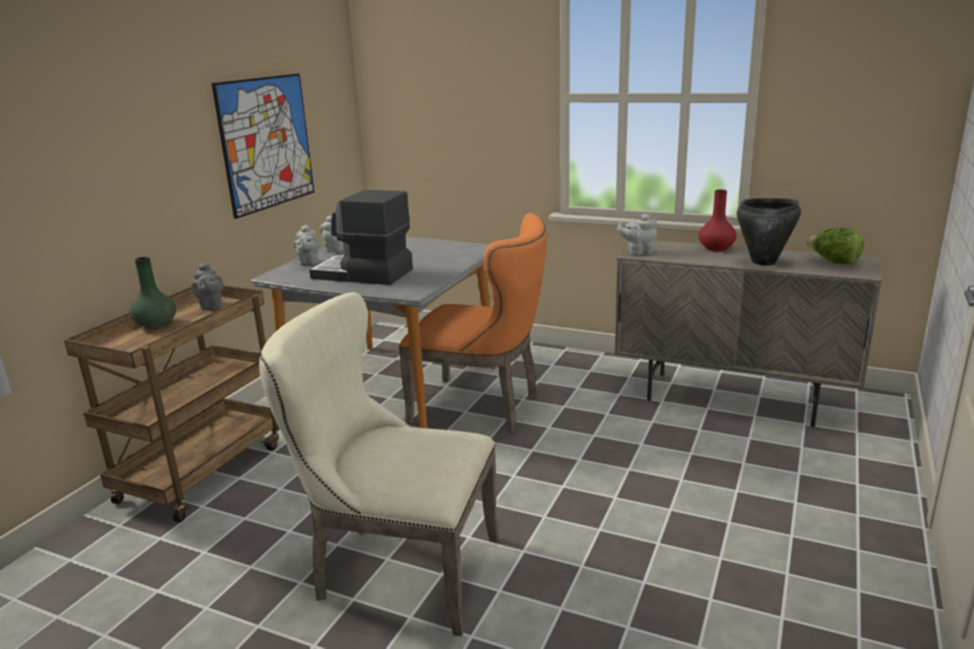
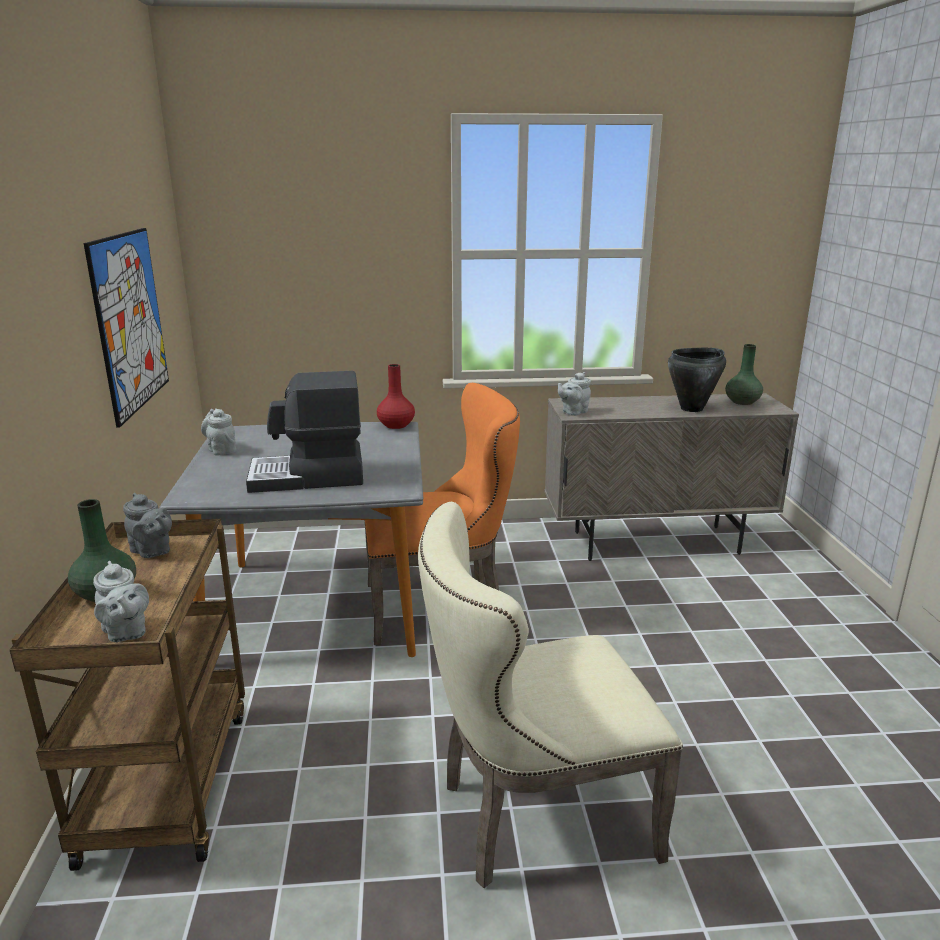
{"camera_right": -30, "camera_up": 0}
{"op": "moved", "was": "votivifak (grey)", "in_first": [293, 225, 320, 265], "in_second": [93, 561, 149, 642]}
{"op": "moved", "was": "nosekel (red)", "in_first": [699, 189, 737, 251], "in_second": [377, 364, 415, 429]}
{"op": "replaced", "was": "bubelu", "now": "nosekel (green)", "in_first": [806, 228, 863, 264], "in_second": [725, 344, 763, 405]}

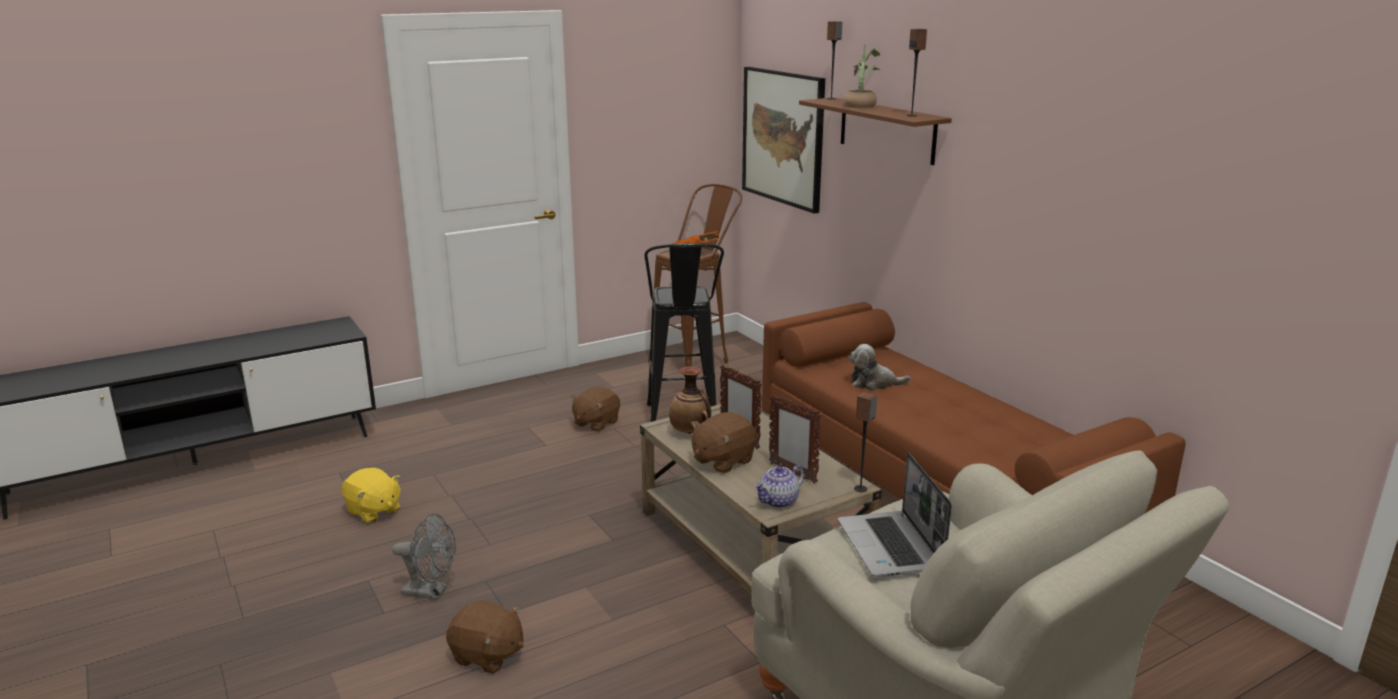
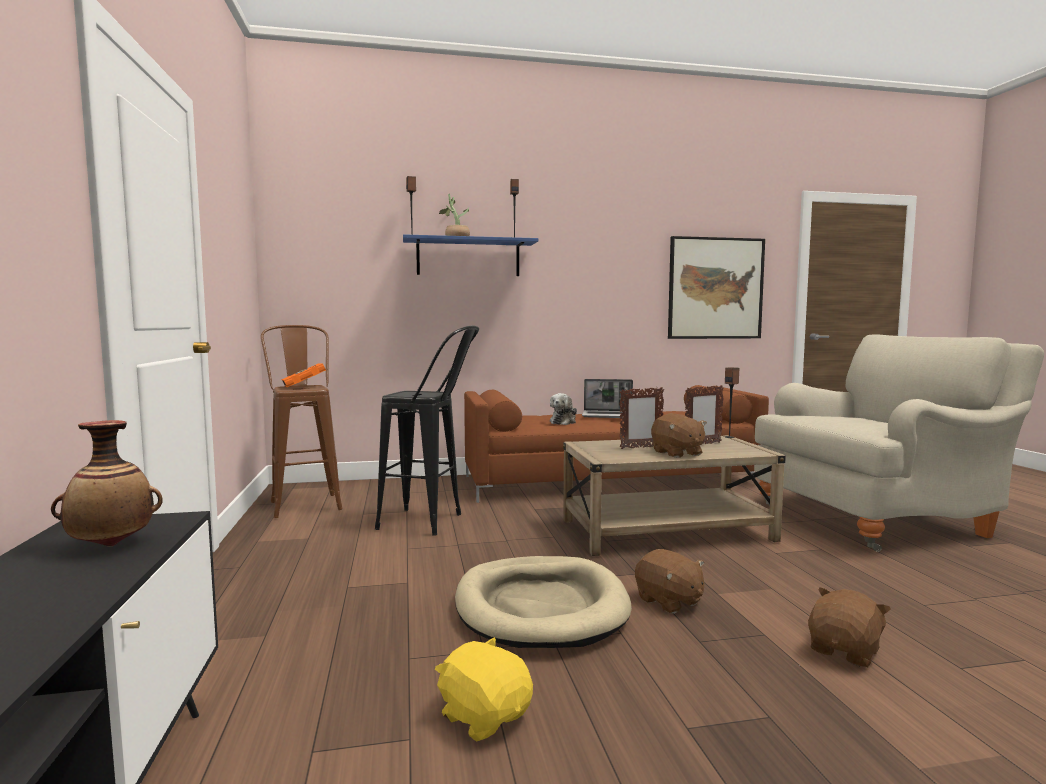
{"camera_right": -70, "camera_up": -15}
{"op": "moved", "was": "nosekel", "in_first": [669, 367, 711, 434], "in_second": [51, 420, 163, 547]}
{"op": "recoloured", "was": "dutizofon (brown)", "now": "dutizofon (blue)", "in_first": [799, 97, 952, 165], "in_second": [403, 234, 539, 276]}
{"op": "turned", "was": "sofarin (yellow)", "in_first": [342, 468, 401, 523], "in_second": [435, 637, 533, 742], "clockwise": -105}
{"op": "added", "now": "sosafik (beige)", "in_second": [455, 556, 632, 648]}
{"op": "moved", "was": "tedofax", "in_first": [838, 453, 952, 577], "in_second": [582, 379, 633, 418]}
{"op": "moved", "was": "sofarin (brown)", "in_first": [571, 387, 620, 432], "in_second": [635, 549, 704, 614]}
{"op": "moved", "was": "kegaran", "in_first": [742, 67, 825, 214], "in_second": [668, 236, 765, 339]}
{"op": "removed", "was": "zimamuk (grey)", "in_first": [392, 513, 456, 600]}
{"op": "removed", "was": "votivifak", "in_first": [754, 465, 804, 508]}

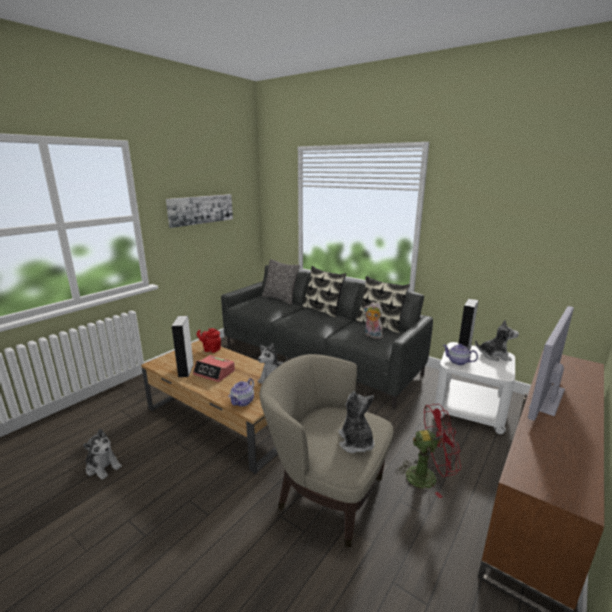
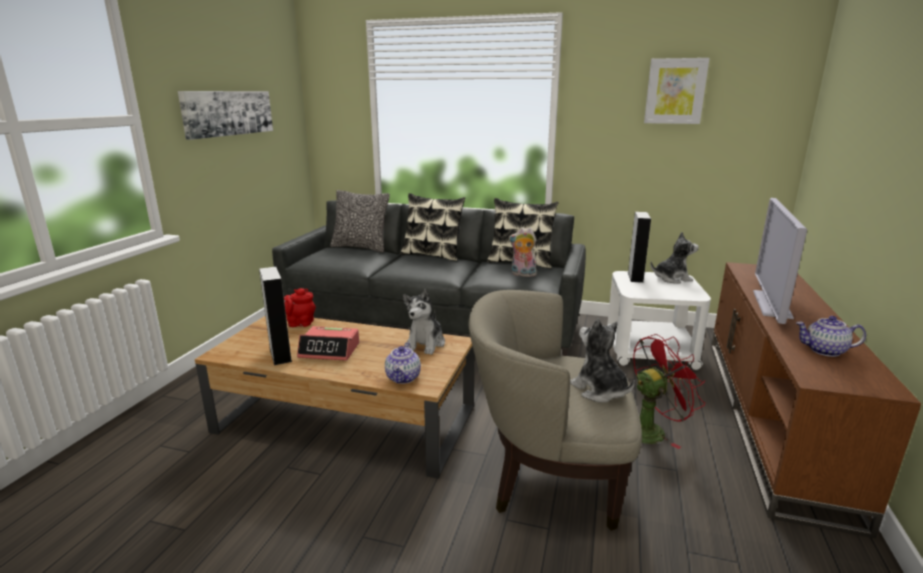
{"camera_right": -20, "camera_up": 0}
{"op": "added", "now": "kegaran", "in_second": [644, 58, 710, 124]}
{"op": "moved", "was": "votivifak", "in_first": [443, 344, 478, 365], "in_second": [796, 316, 866, 357]}
{"op": "removed", "was": "sofarin", "in_first": [83, 429, 122, 480]}

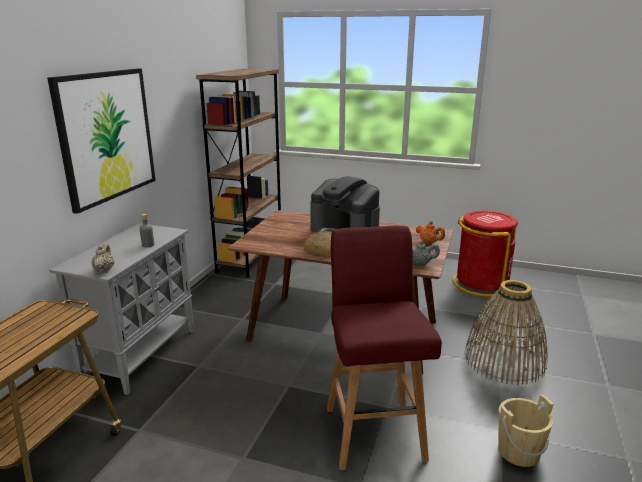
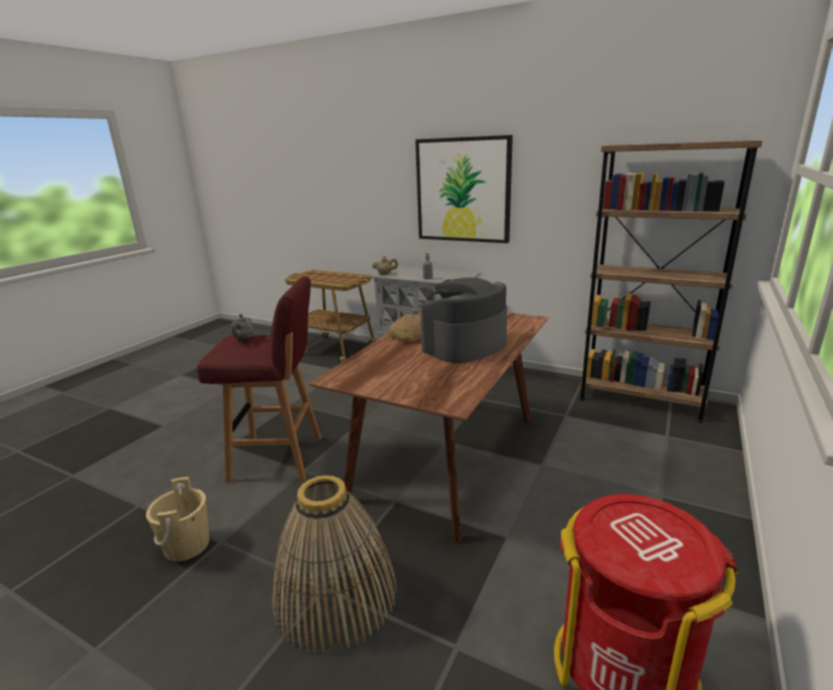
{"camera_right": 100, "camera_up": 0}
{"op": "moved", "was": "votivifak (grey)", "in_first": [412, 241, 440, 266], "in_second": [231, 314, 254, 340]}
{"op": "removed", "was": "votivifak (orange)", "in_first": [416, 221, 445, 244]}

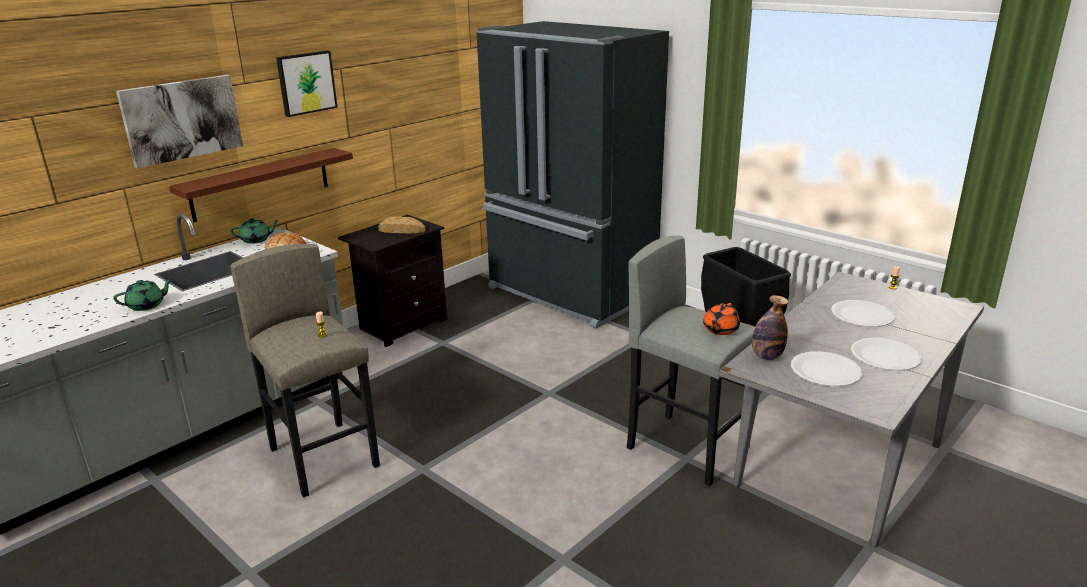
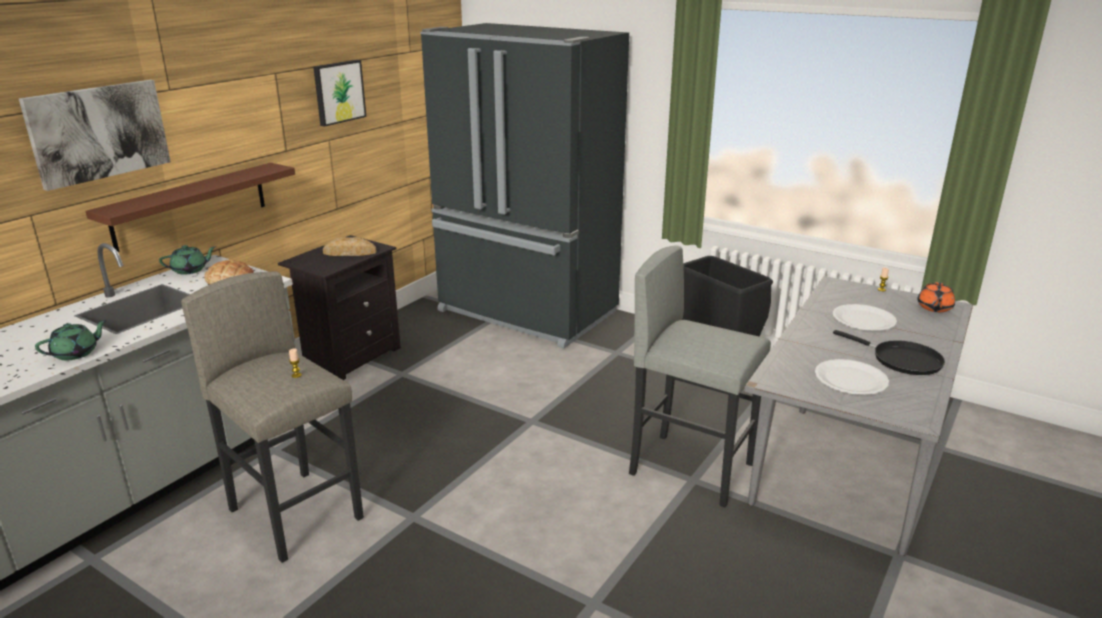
{"camera_right": -10, "camera_up": 0}
{"op": "moved", "was": "kegaran", "in_first": [276, 50, 338, 117], "in_second": [313, 60, 366, 127]}
{"op": "replaced", "was": "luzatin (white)", "now": "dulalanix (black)", "in_first": [851, 338, 922, 371], "in_second": [833, 330, 945, 375]}
{"op": "moved", "was": "votivifak (orange)", "in_first": [703, 303, 740, 335], "in_second": [917, 282, 955, 312]}
{"op": "removed", "was": "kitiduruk", "in_first": [752, 295, 788, 360]}

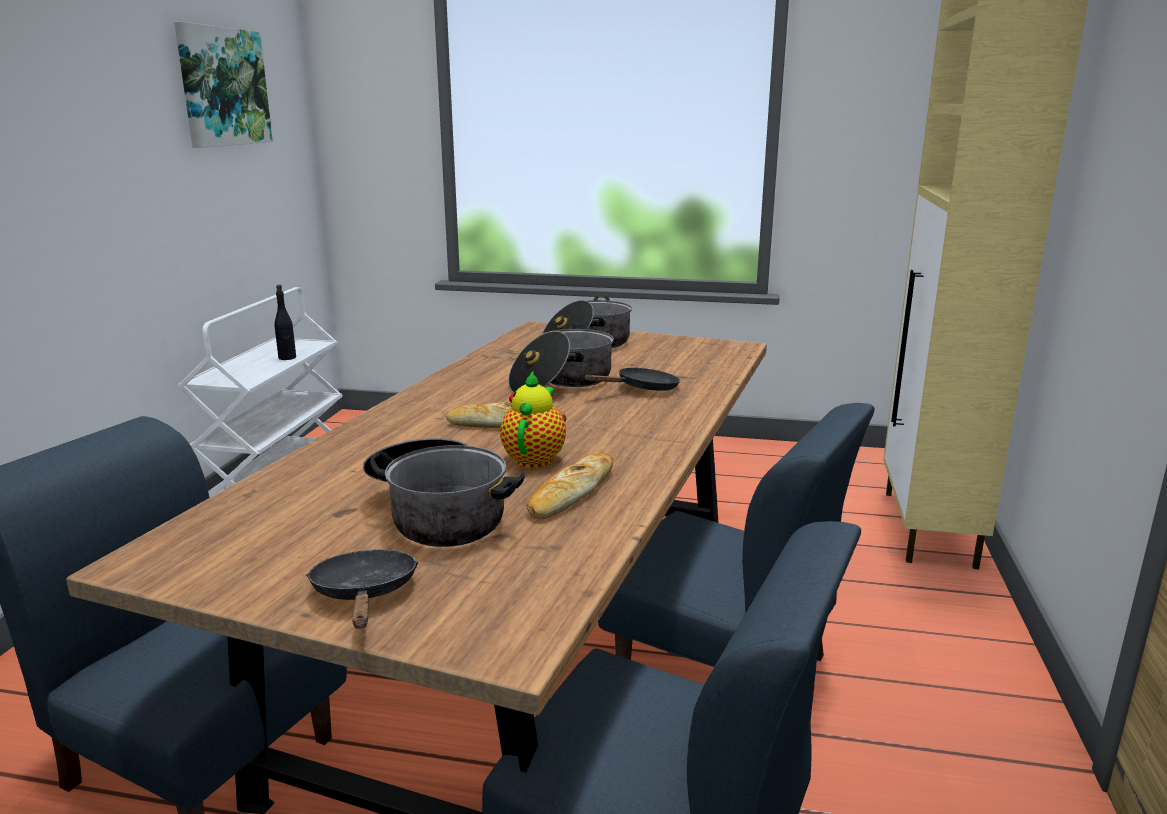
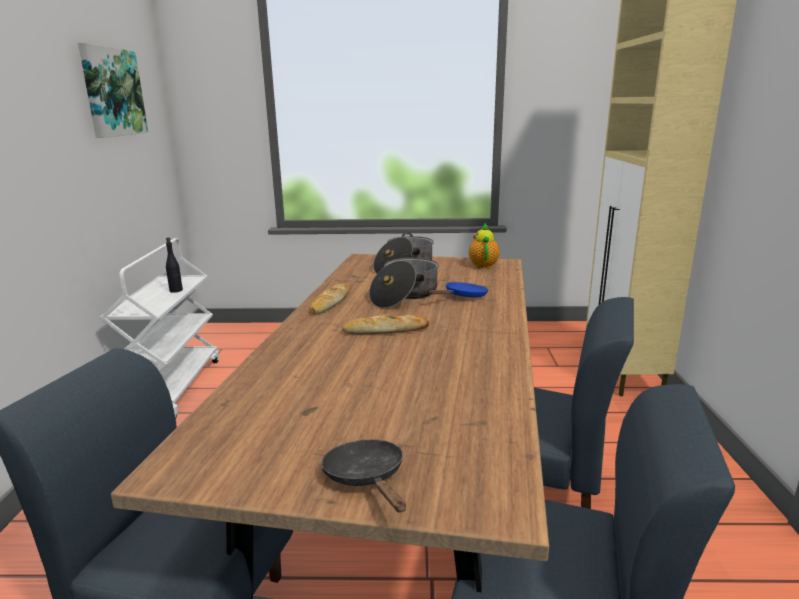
{"camera_right": -10, "camera_up": 0}
{"op": "moved", "was": "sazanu", "in_first": [526, 453, 613, 519], "in_second": [309, 283, 350, 314]}
{"op": "recoloured", "was": "dulalanix (black)", "now": "dulalanix (blue)", "in_first": [584, 367, 680, 391], "in_second": [429, 282, 488, 298]}
{"op": "moved", "was": "votivifak", "in_first": [500, 371, 566, 469], "in_second": [469, 223, 500, 269]}
{"op": "removed", "was": "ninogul", "in_first": [363, 438, 525, 547]}

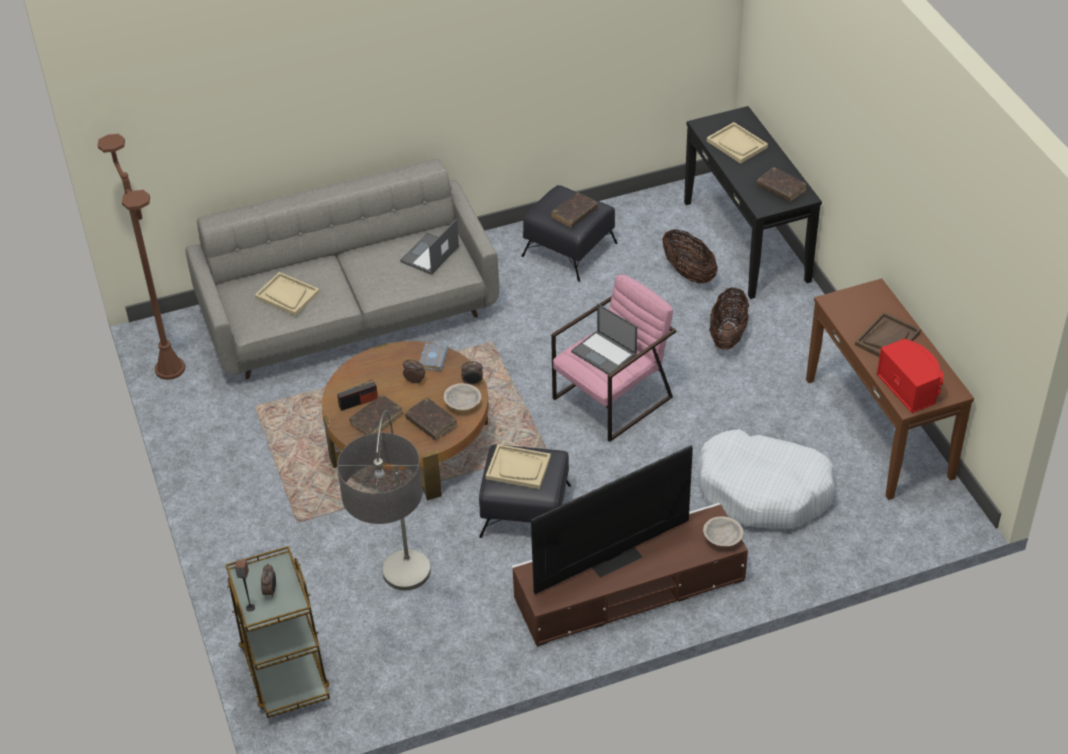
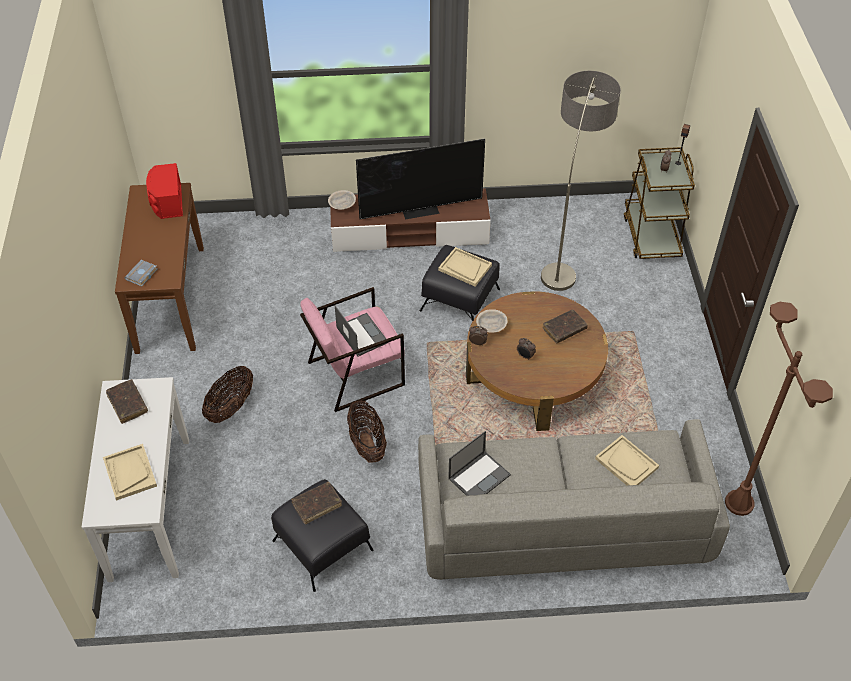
{"camera_right": -165, "camera_up": 5}
{"op": "recoloured", "was": "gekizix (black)", "now": "gekizix (white)", "in_first": [684, 106, 822, 299], "in_second": [82, 377, 189, 582]}
{"op": "moved", "was": "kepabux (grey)", "in_first": [419, 343, 449, 371], "in_second": [124, 260, 158, 287]}
{"op": "moved", "was": "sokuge", "in_first": [662, 229, 718, 284], "in_second": [347, 401, 387, 463]}
{"op": "removed", "was": "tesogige", "in_first": [338, 379, 378, 411]}
{"op": "removed", "was": "kepabux (brown)", "in_first": [405, 397, 458, 440]}
{"op": "removed", "was": "sosafik (white)", "in_first": [698, 429, 836, 529]}
{"op": "removed", "was": "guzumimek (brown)", "in_first": [855, 312, 921, 357]}

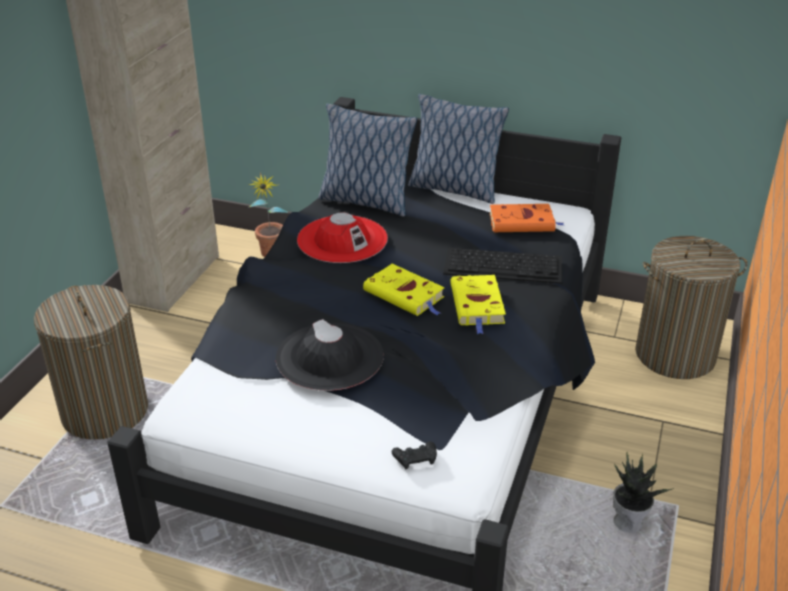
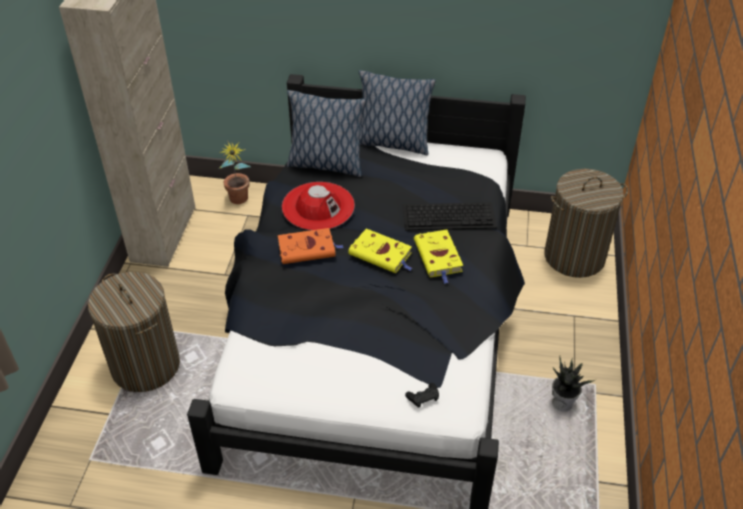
{"camera_right": -10, "camera_up": 10}
{"op": "moved", "was": "kepabux (orange)", "in_first": [489, 204, 564, 232], "in_second": [278, 228, 344, 264]}
{"op": "removed", "was": "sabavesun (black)", "in_first": [276, 319, 384, 391]}

